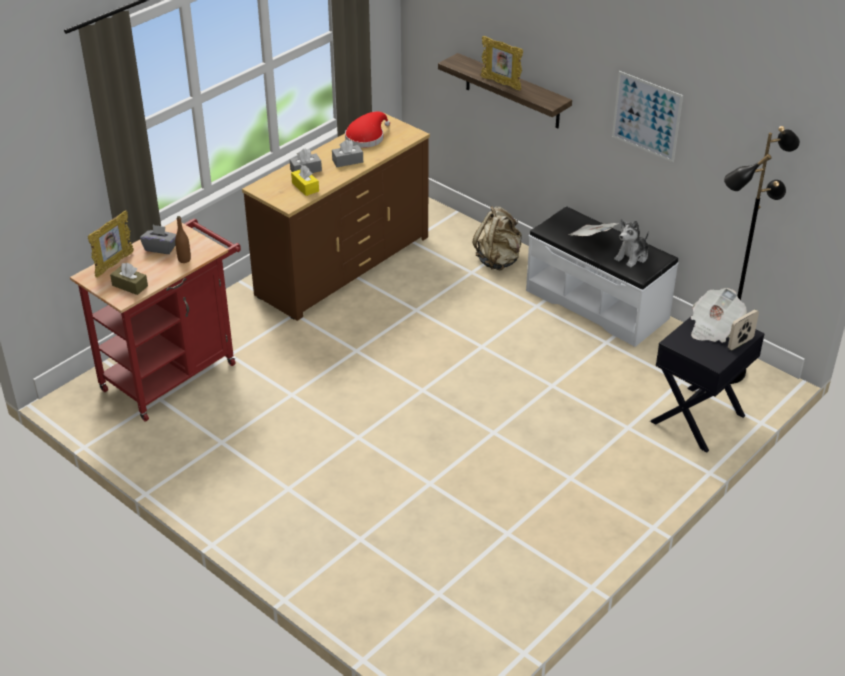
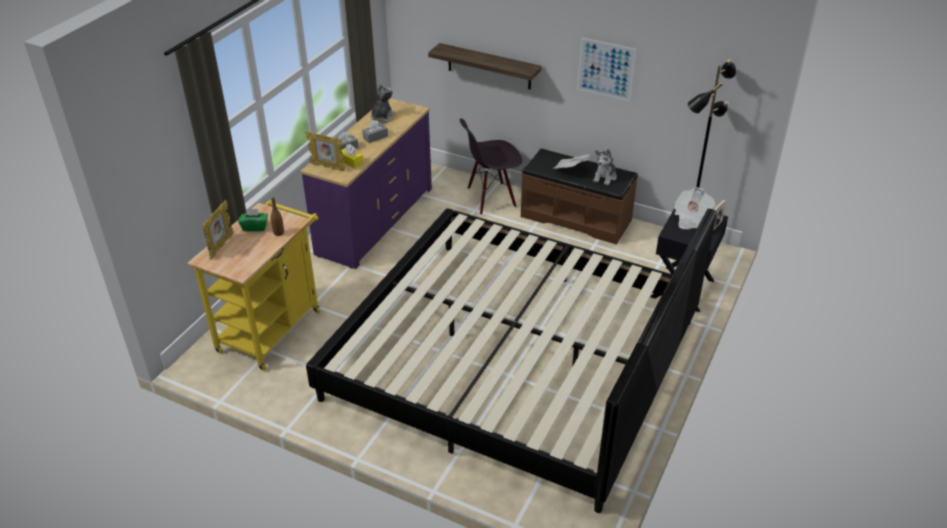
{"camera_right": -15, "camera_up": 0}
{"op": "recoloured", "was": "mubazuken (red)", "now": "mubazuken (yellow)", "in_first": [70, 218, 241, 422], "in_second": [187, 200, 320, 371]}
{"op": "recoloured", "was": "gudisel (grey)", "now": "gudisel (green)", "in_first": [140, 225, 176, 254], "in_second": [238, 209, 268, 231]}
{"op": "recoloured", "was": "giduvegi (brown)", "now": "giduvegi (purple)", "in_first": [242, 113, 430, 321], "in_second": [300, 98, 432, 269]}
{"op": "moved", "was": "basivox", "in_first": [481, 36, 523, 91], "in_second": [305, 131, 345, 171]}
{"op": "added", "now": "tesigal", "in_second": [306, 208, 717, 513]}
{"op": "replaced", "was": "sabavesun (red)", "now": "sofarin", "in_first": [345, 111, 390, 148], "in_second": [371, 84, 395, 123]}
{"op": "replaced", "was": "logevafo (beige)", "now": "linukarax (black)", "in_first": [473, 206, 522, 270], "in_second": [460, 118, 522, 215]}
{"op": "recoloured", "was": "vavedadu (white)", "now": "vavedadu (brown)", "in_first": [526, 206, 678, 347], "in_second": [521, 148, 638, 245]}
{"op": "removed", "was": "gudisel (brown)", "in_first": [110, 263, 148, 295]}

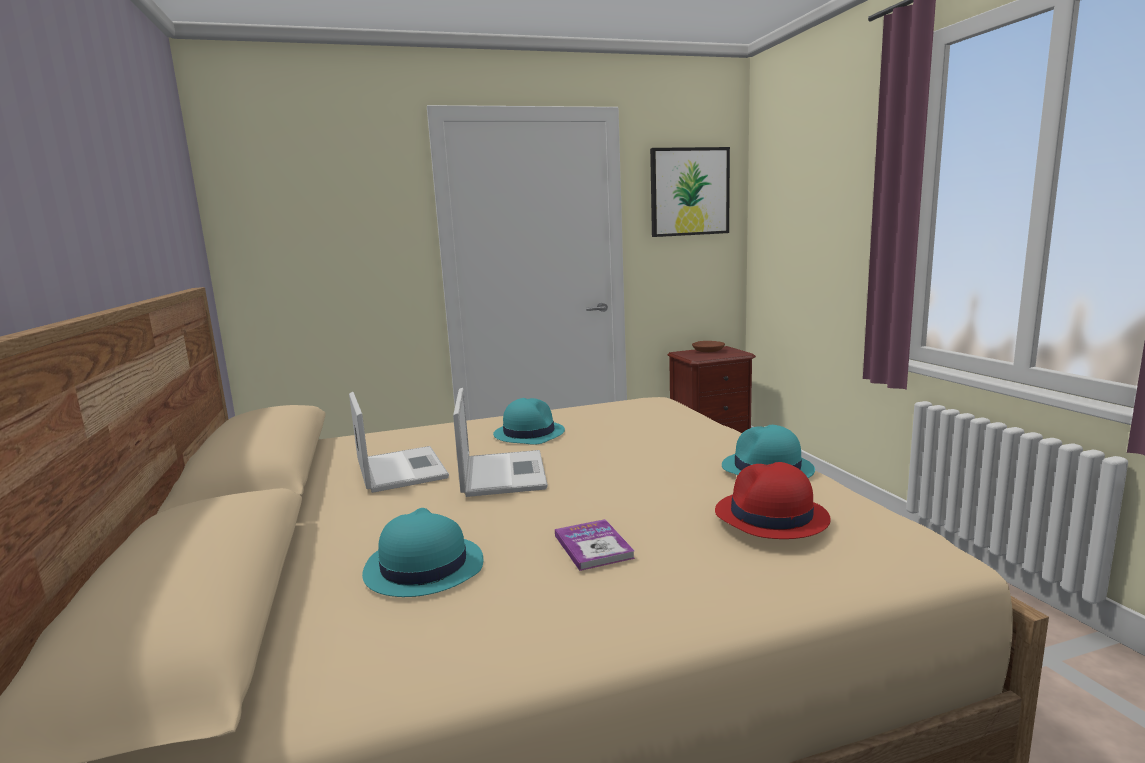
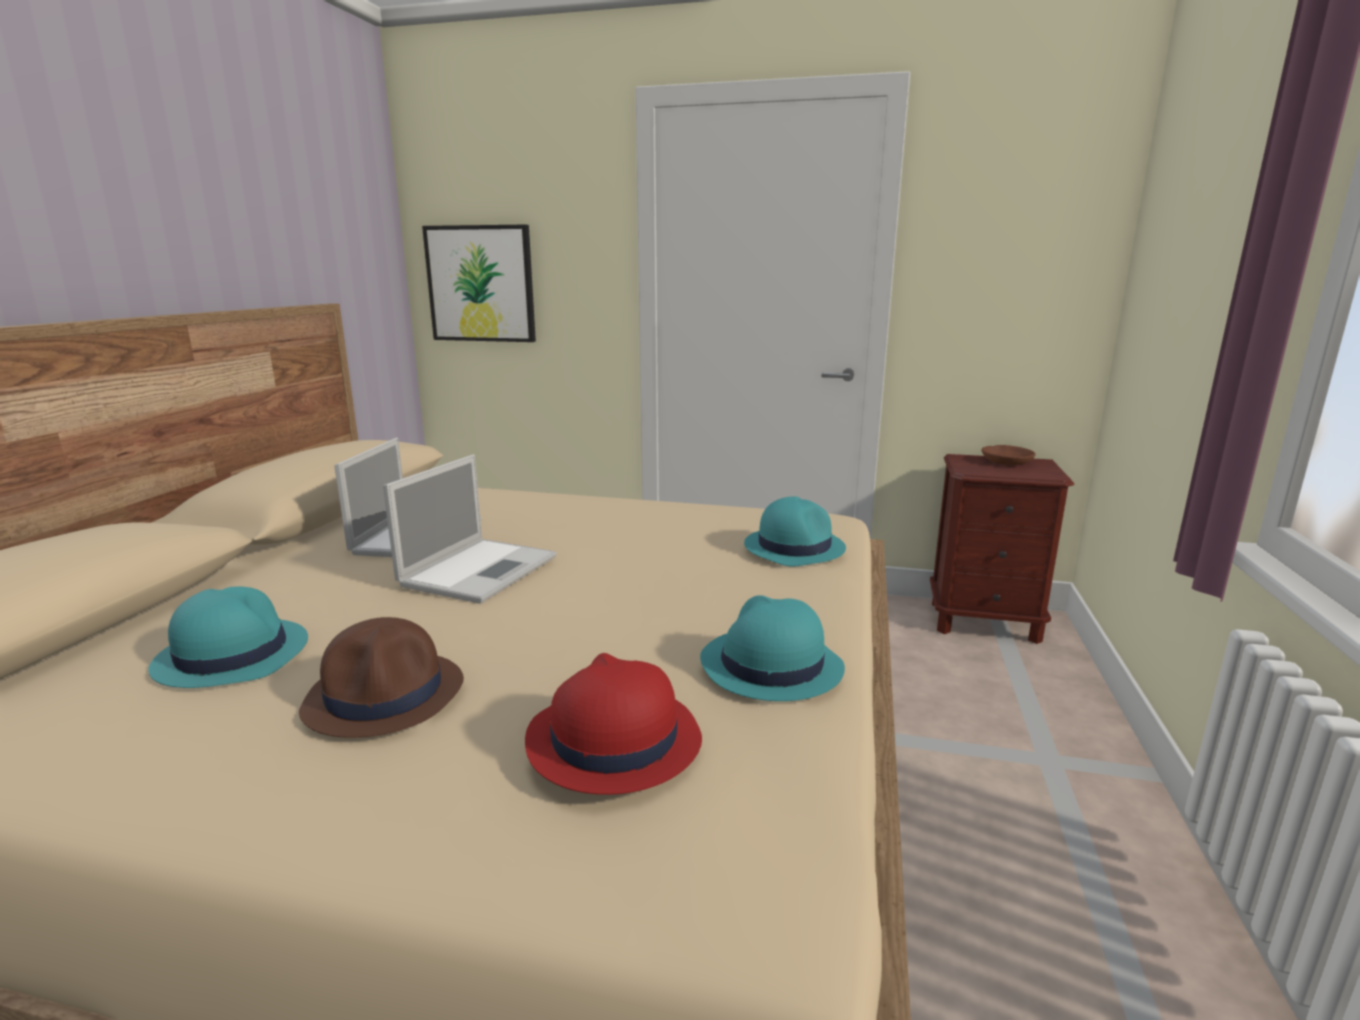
{"camera_right": 30, "camera_up": 5}
{"op": "replaced", "was": "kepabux", "now": "sabavesun (brown)", "in_first": [555, 519, 635, 571], "in_second": [299, 617, 464, 738]}
{"op": "moved", "was": "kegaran", "in_first": [650, 147, 730, 237], "in_second": [422, 225, 536, 342]}
{"op": "moved", "was": "sabavesun (turquoise)", "in_first": [493, 398, 565, 445], "in_second": [744, 496, 846, 566]}

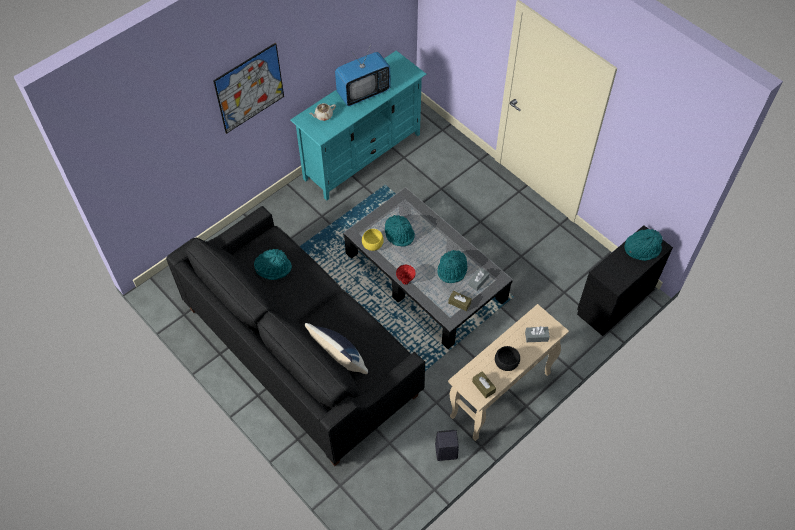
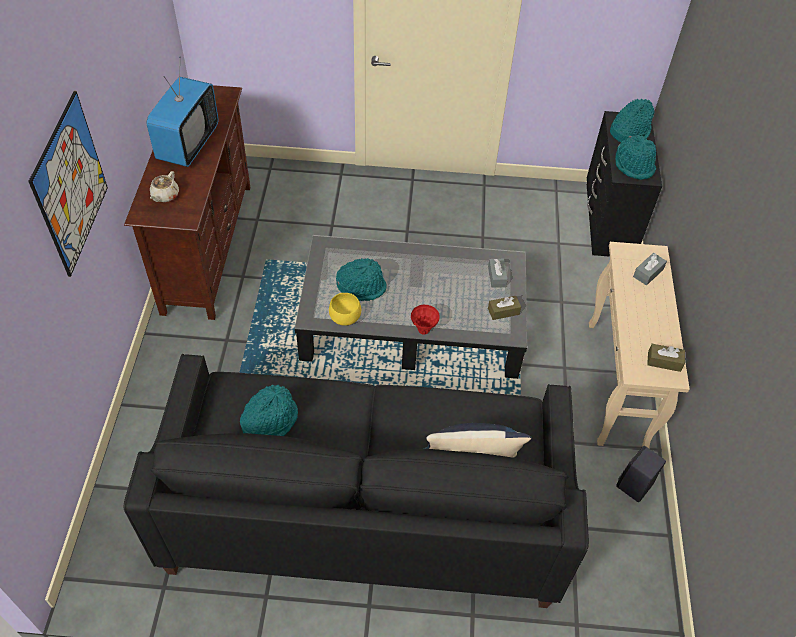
{"camera_right": -45, "camera_up": -5}
{"op": "recoloured", "was": "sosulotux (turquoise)", "now": "sosulotux (brown)", "in_first": [290, 50, 427, 201], "in_second": [124, 85, 250, 320]}
{"op": "moved", "was": "sabavesun (turquoise)", "in_first": [437, 250, 467, 283], "in_second": [615, 135, 656, 180]}
{"op": "removed", "was": "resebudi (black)", "in_first": [495, 346, 520, 371]}

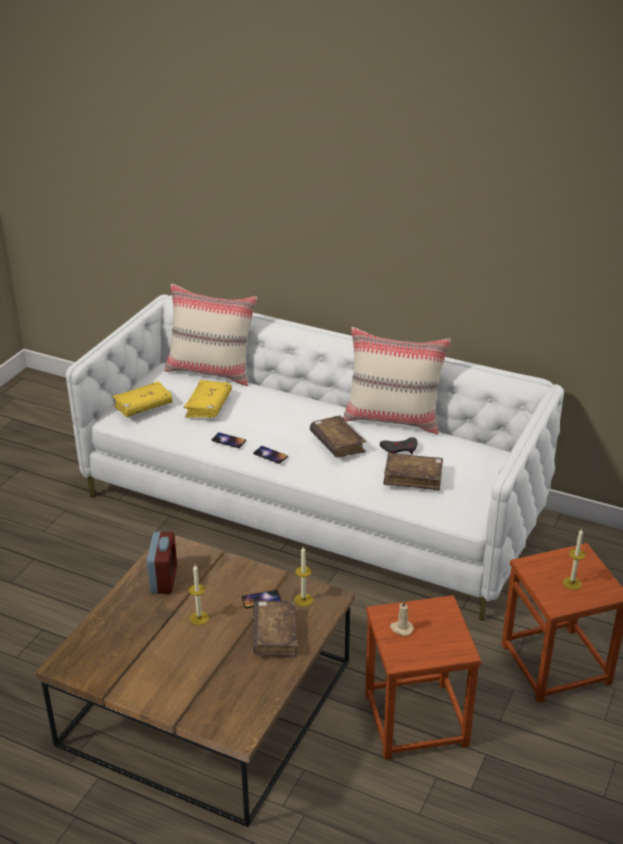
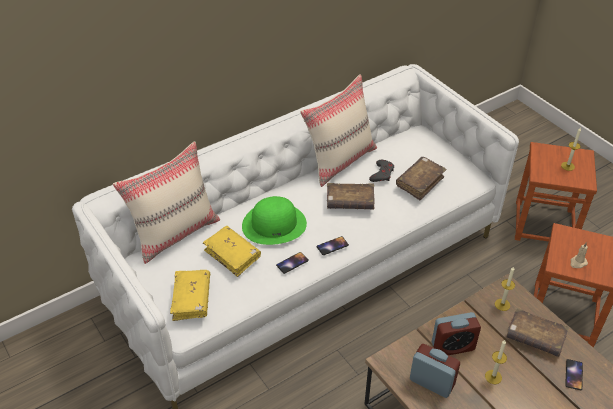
{"camera_right": -60, "camera_up": 10}
{"op": "added", "now": "sabavesun (green)", "in_second": [242, 196, 307, 245]}
{"op": "added", "now": "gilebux", "in_second": [432, 312, 481, 355]}
{"op": "moved", "was": "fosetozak", "in_first": [242, 590, 281, 608], "in_second": [565, 359, 583, 390]}

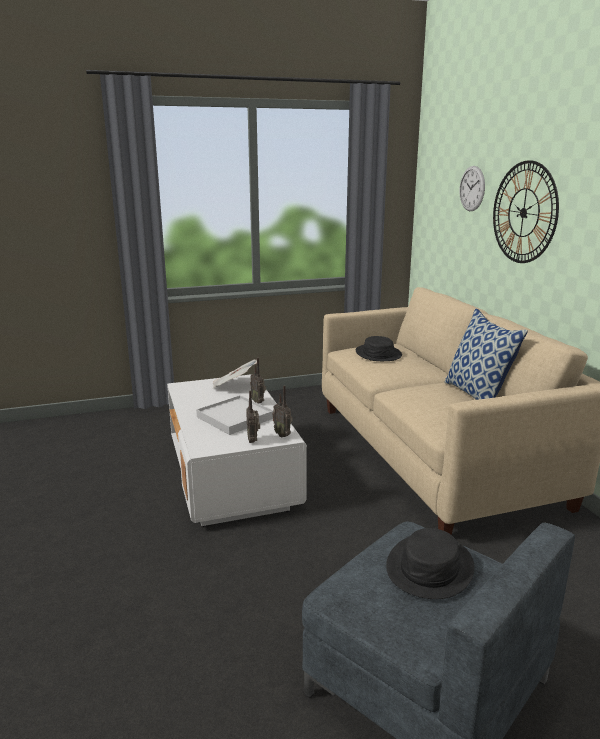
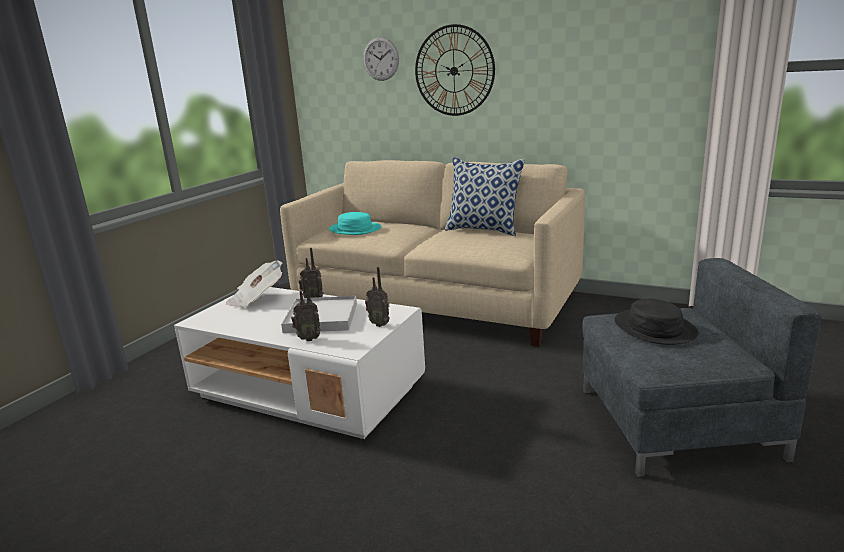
{"camera_right": -45, "camera_up": 0}
{"op": "moved", "was": "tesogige", "in_first": [272, 385, 292, 437], "in_second": [291, 279, 321, 341]}
{"op": "recoloured", "was": "sabavesun (black)", "now": "sabavesun (turquoise)", "in_first": [356, 336, 402, 361], "in_second": [329, 212, 381, 235]}

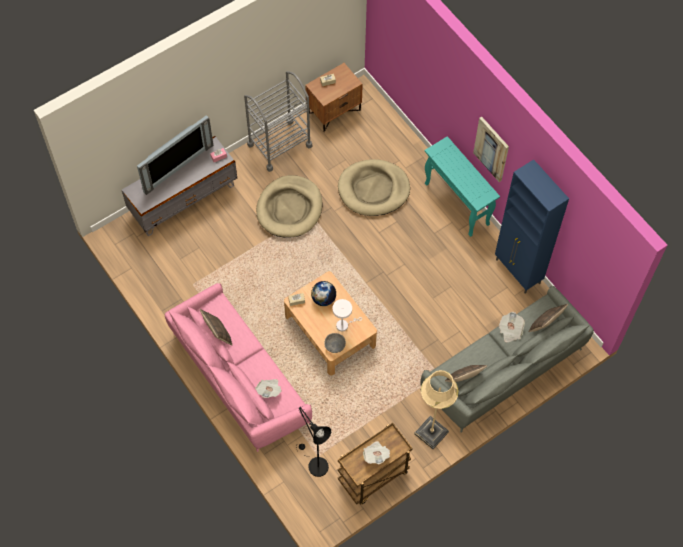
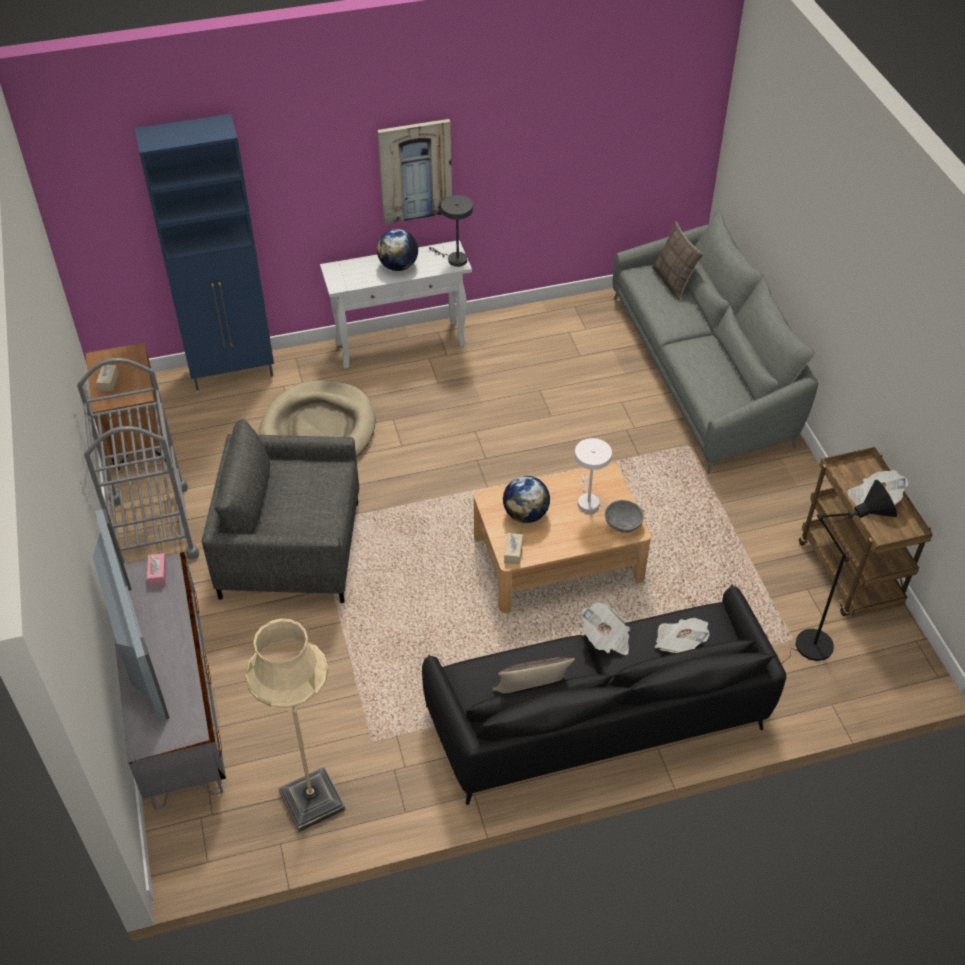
{"camera_right": -70, "camera_up": -15}
{"op": "moved", "was": "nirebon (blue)", "in_first": [495, 159, 569, 294], "in_second": [135, 114, 274, 391]}
{"op": "replaced", "was": "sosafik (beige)", "now": "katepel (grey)", "in_first": [256, 175, 322, 238], "in_second": [202, 419, 359, 603]}
{"op": "moved", "was": "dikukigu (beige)", "in_first": [414, 370, 459, 449], "in_second": [245, 618, 345, 832]}
{"op": "recoloured", "was": "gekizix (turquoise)", "now": "gekizix (white)", "in_first": [425, 136, 500, 237], "in_second": [320, 240, 472, 369]}
{"op": "added", "now": "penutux", "in_second": [377, 229, 418, 271]}
{"op": "recoloured", "was": "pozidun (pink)", "now": "pozidun (black)", "in_first": [165, 283, 312, 452], "in_second": [422, 584, 786, 805]}
{"op": "added", "now": "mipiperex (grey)", "in_second": [429, 195, 473, 267]}
{"op": "moved", "was": "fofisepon", "in_first": [499, 312, 525, 343], "in_second": [581, 603, 630, 655]}
{"op": "removed", "was": "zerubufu", "in_first": [445, 365, 487, 383]}

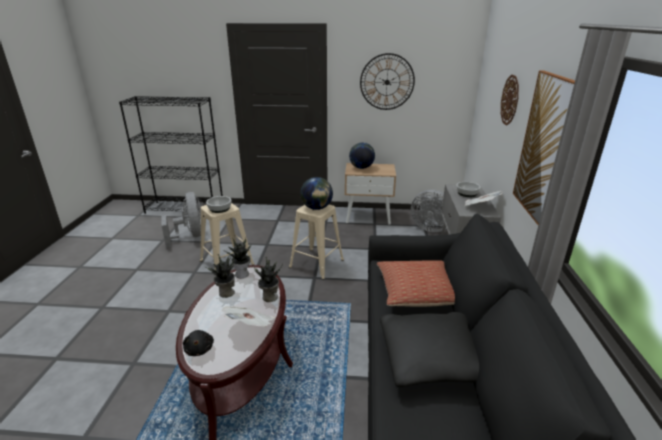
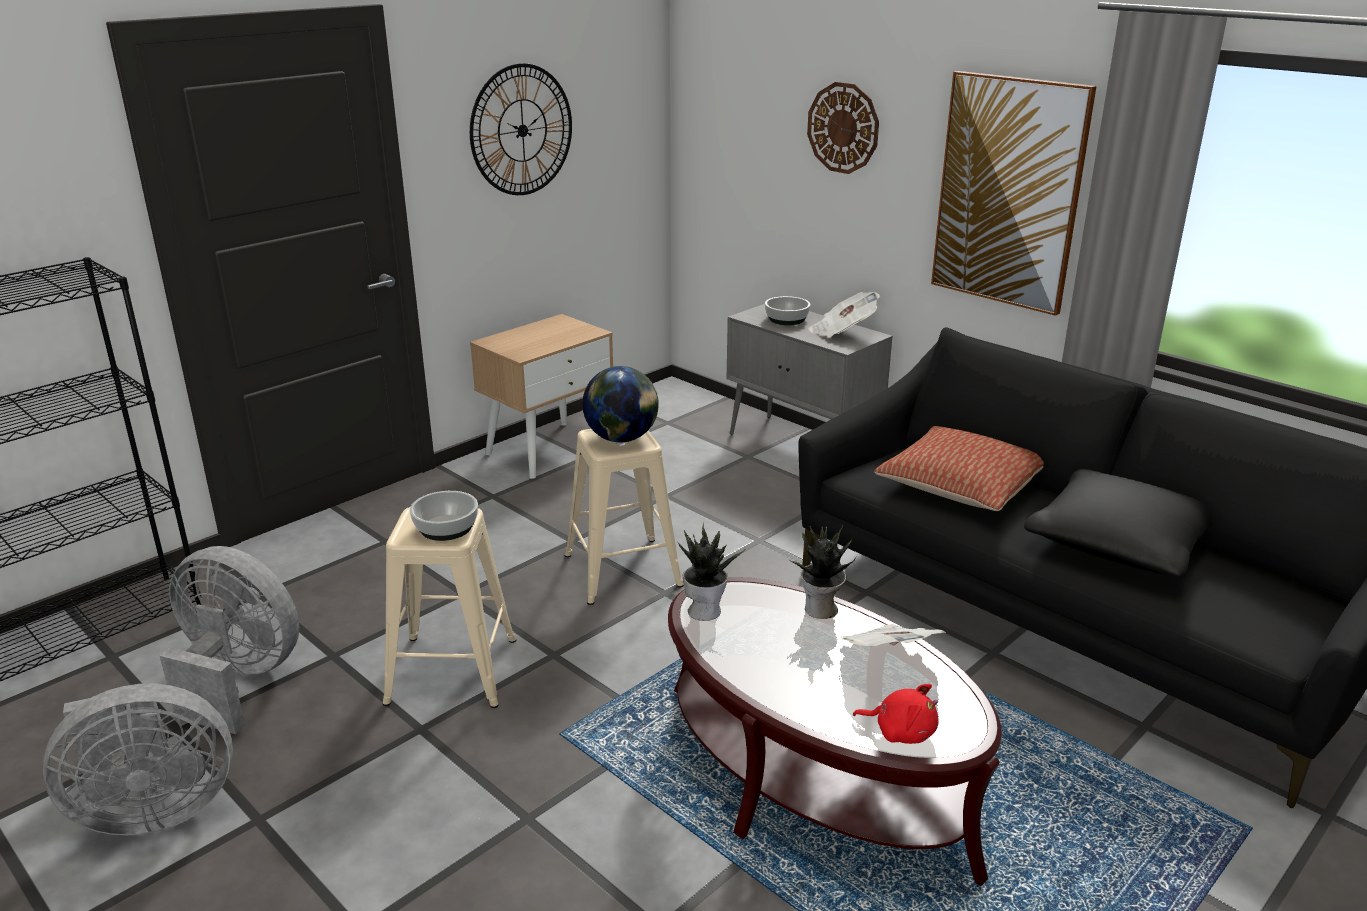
{"camera_right": -50, "camera_up": 0}
{"op": "moved", "was": "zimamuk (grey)", "in_first": [411, 190, 447, 232], "in_second": [43, 684, 233, 835]}
{"op": "recoloured", "was": "sofarin (black)", "now": "sofarin (red)", "in_first": [183, 330, 214, 356], "in_second": [853, 684, 939, 744]}
{"op": "removed", "was": "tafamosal", "in_first": [206, 254, 235, 298]}
{"op": "removed", "was": "penutux", "in_first": [349, 143, 375, 169]}

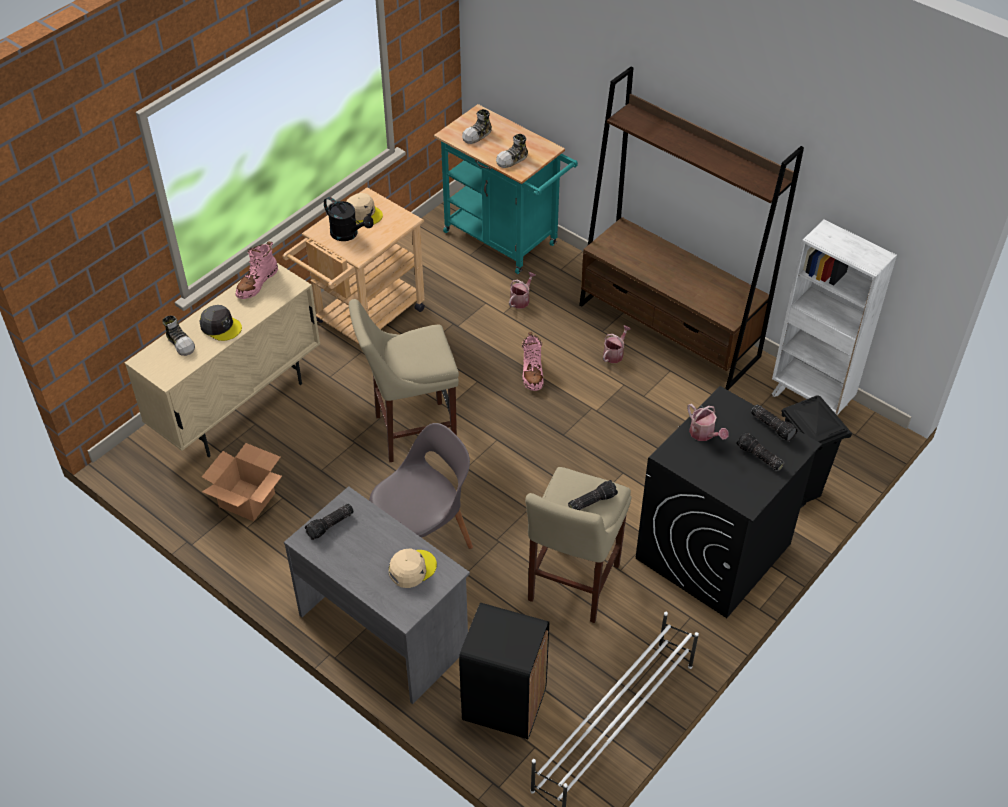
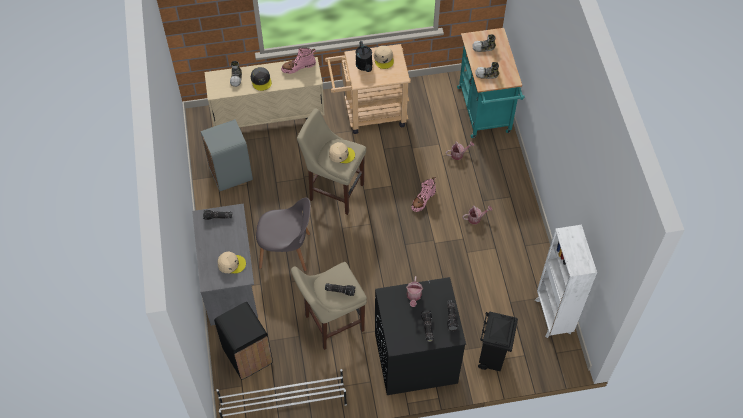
{"camera_right": 40, "camera_up": 10}
{"op": "replaced", "was": "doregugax", "now": "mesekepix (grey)", "in_first": [202, 443, 282, 521], "in_second": [201, 119, 253, 191]}
{"op": "added", "now": "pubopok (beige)", "in_second": [329, 142, 355, 164]}
{"op": "removed", "was": "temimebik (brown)", "in_first": [579, 67, 804, 390]}

